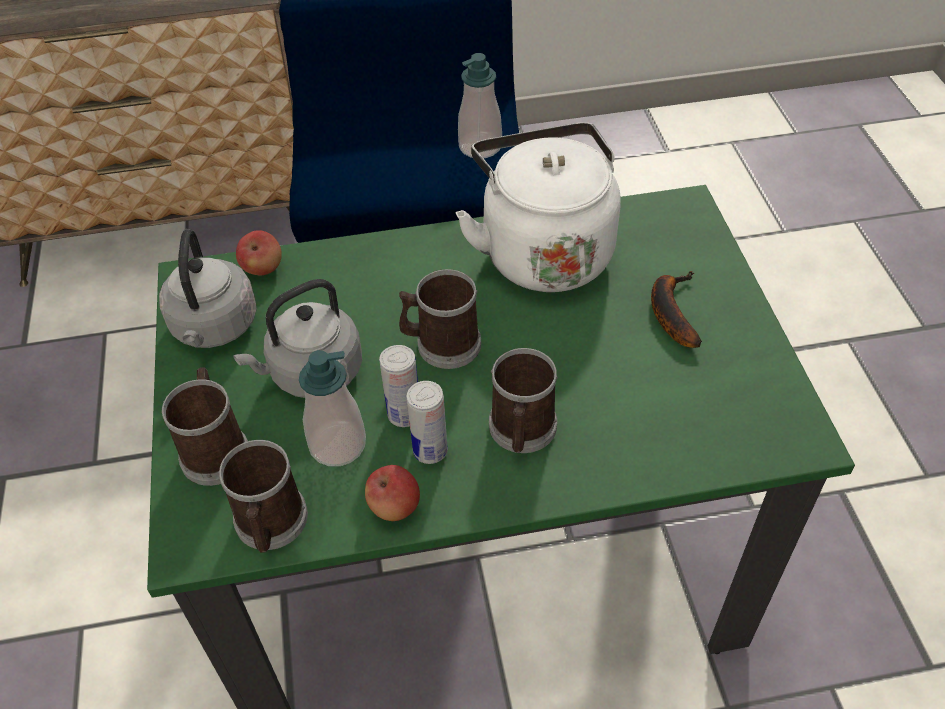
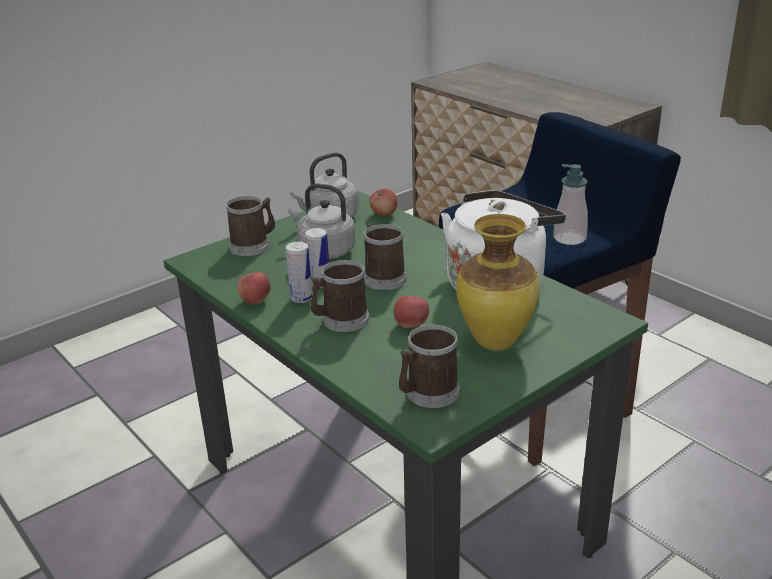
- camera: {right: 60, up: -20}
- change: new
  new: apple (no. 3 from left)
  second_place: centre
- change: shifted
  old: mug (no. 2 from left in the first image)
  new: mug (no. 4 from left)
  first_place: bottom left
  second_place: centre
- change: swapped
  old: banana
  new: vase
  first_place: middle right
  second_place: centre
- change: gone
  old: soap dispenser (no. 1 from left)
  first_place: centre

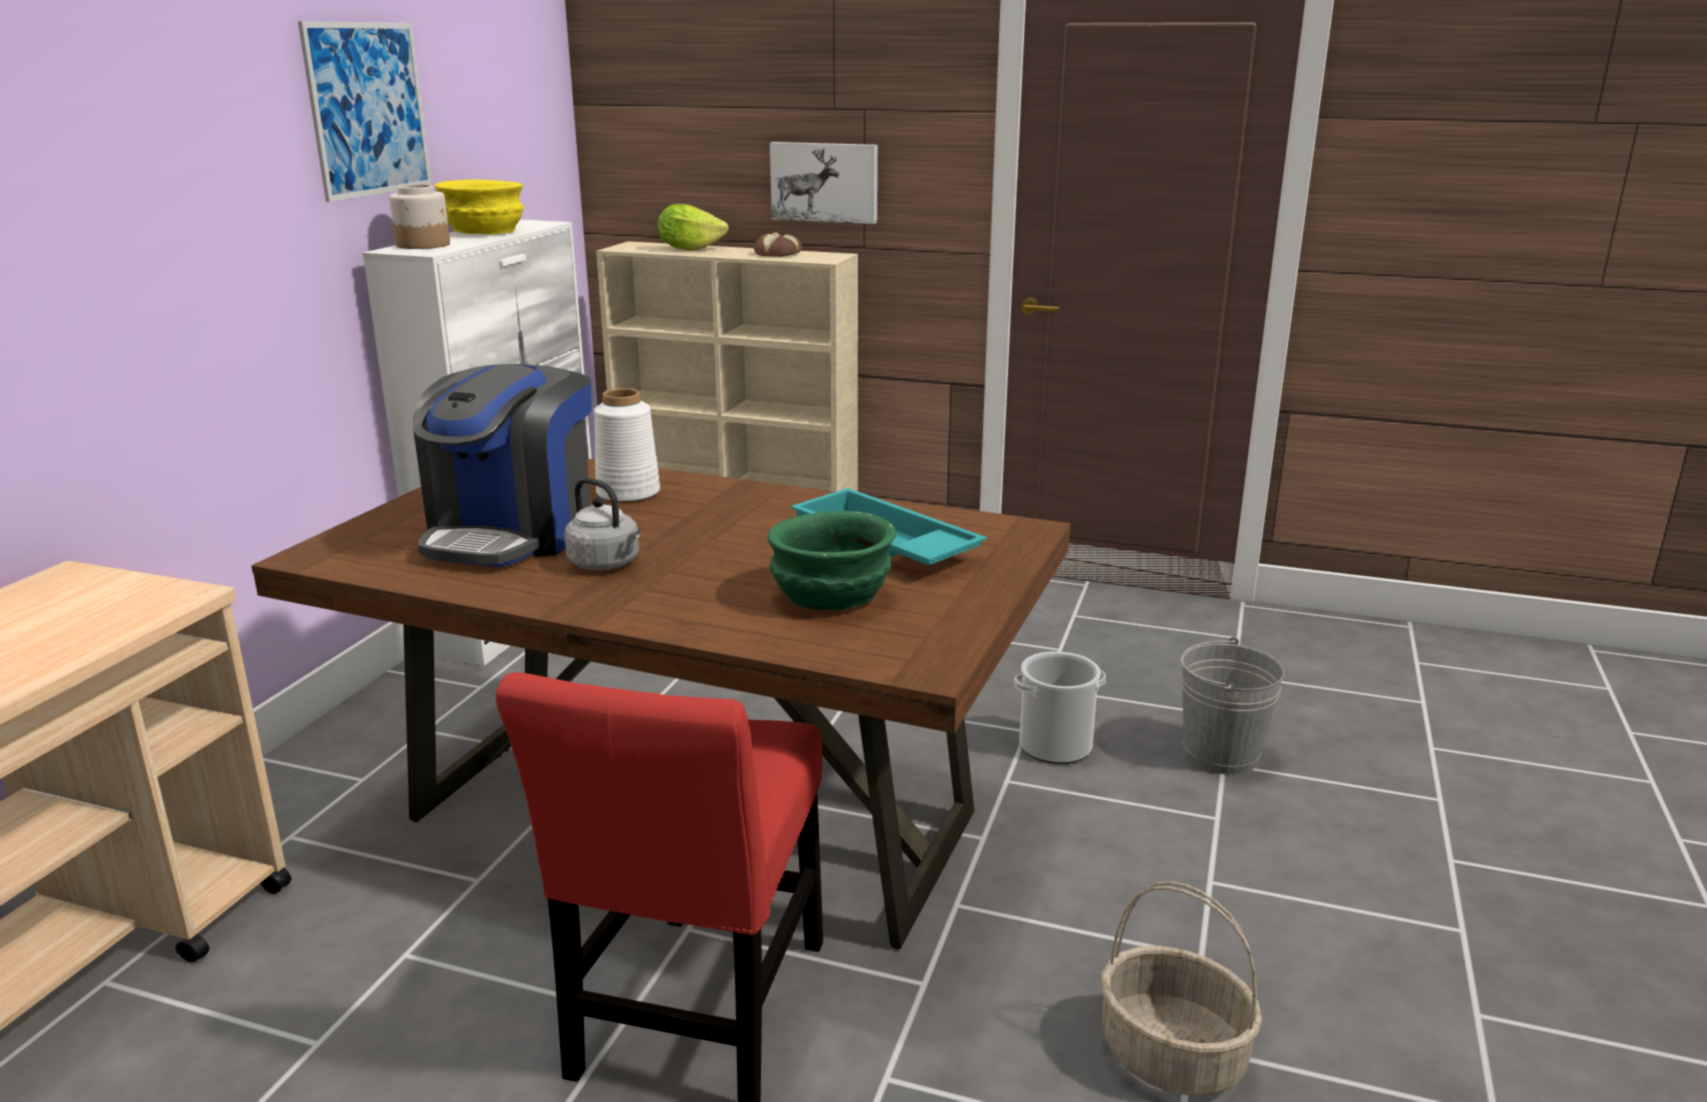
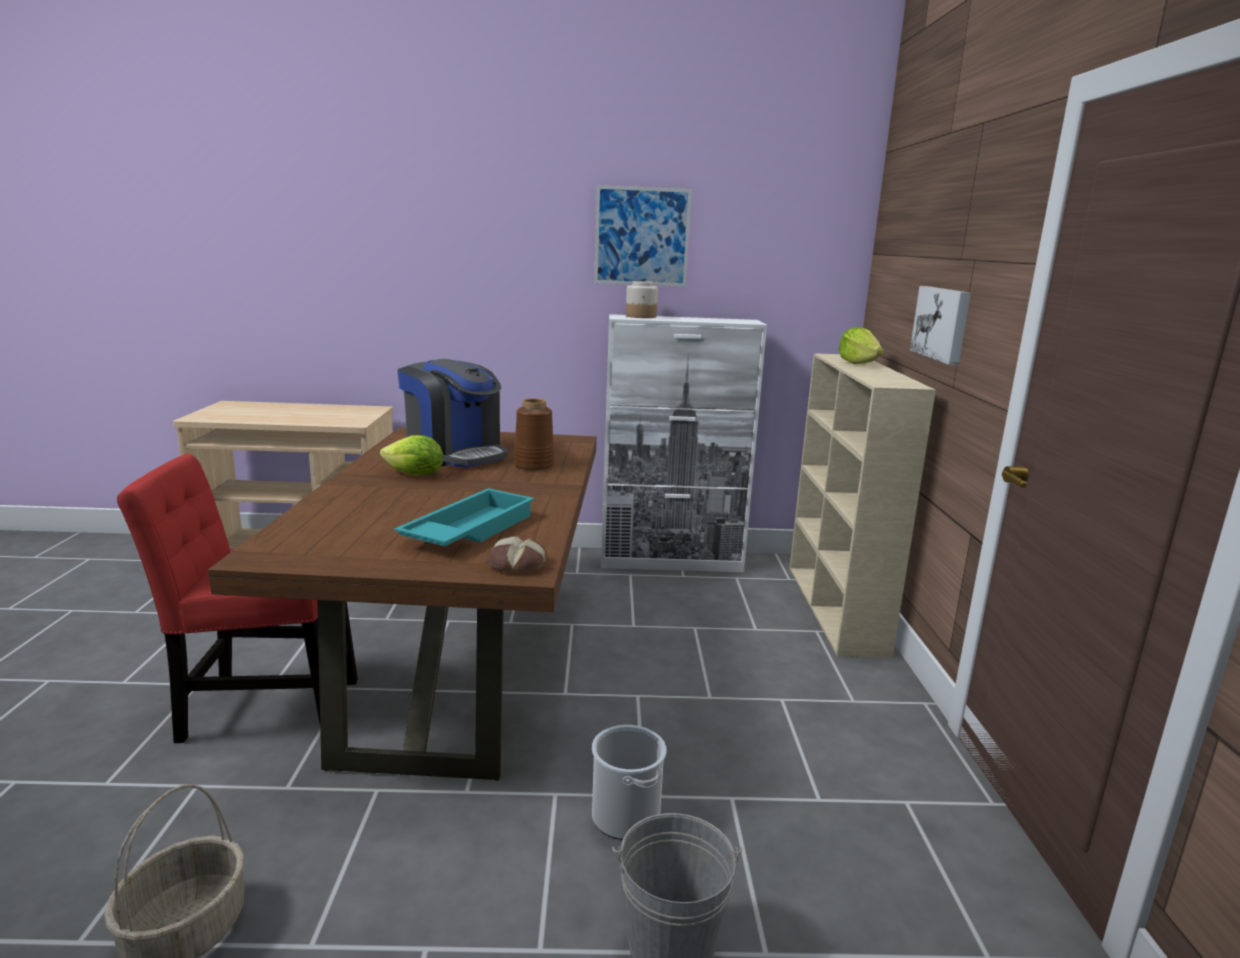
- camera: {right: 70, up: -5}
- change: swapped
  old: grey kettle
  new: lettuce (no. 1 from left)
  first_place: centre
  second_place: middle left
- change: rotated
  old: coffee machine
  first_place: middle left
  second_place: centre
  degrees: -135
- change: shifted
  old: bread
  first_place: top centre
  second_place: centre
- change: repainted
  old: white vase
  new: brown vase
  first_place: centre
  second_place: centre
- change: gone
  old: yellow bowl
  first_place: top left
- change: gone
  old: green bowl
  first_place: centre

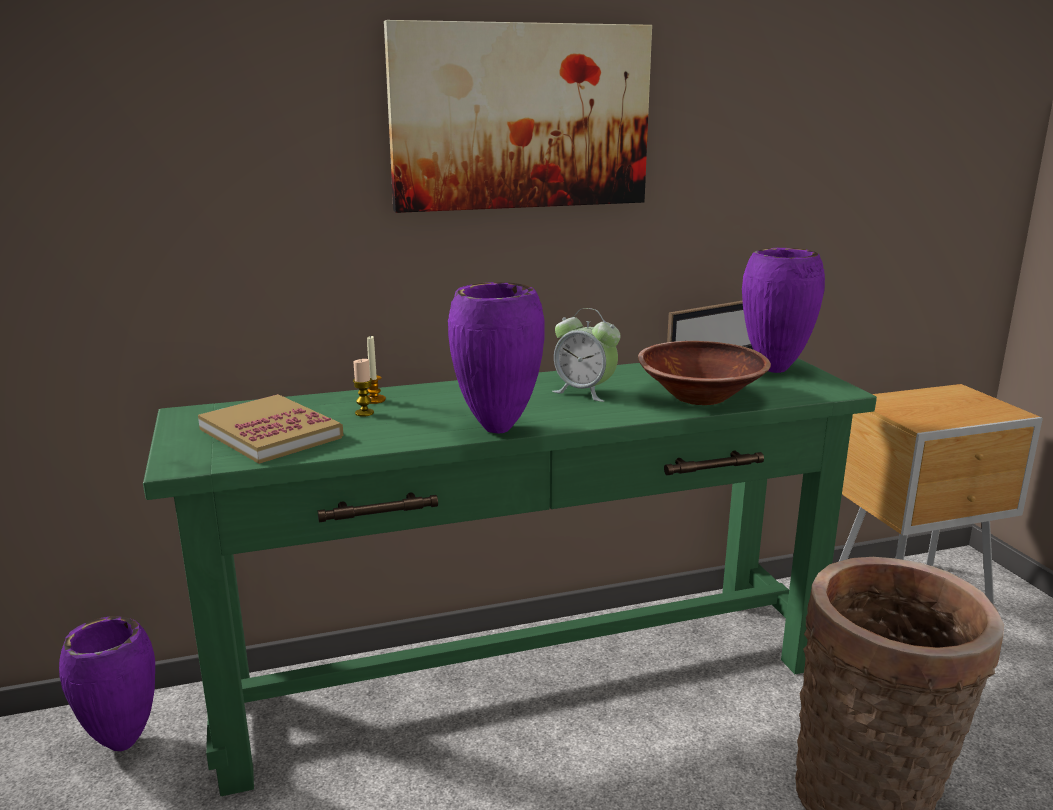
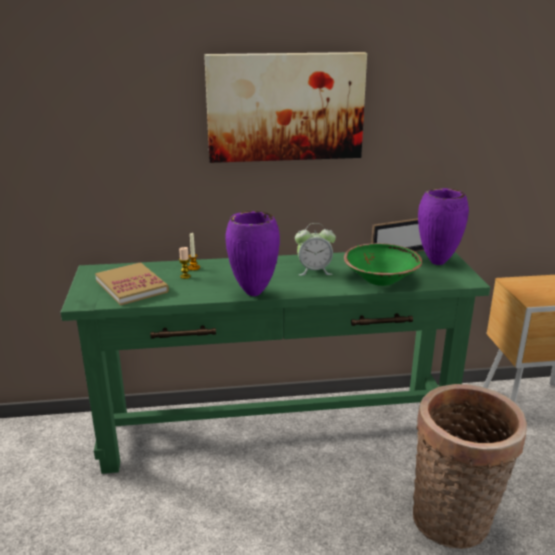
- camera: {right: 10, up: 5}
- change: rotated
  old: alarm clock
  first_place: centre
  second_place: centre
  degrees: -45
- change: repainted
  old: brown bowl
  new: green bowl
  first_place: middle right
  second_place: middle right
- change: gone
  old: purple vase (no. 1 from left)
  first_place: bottom left

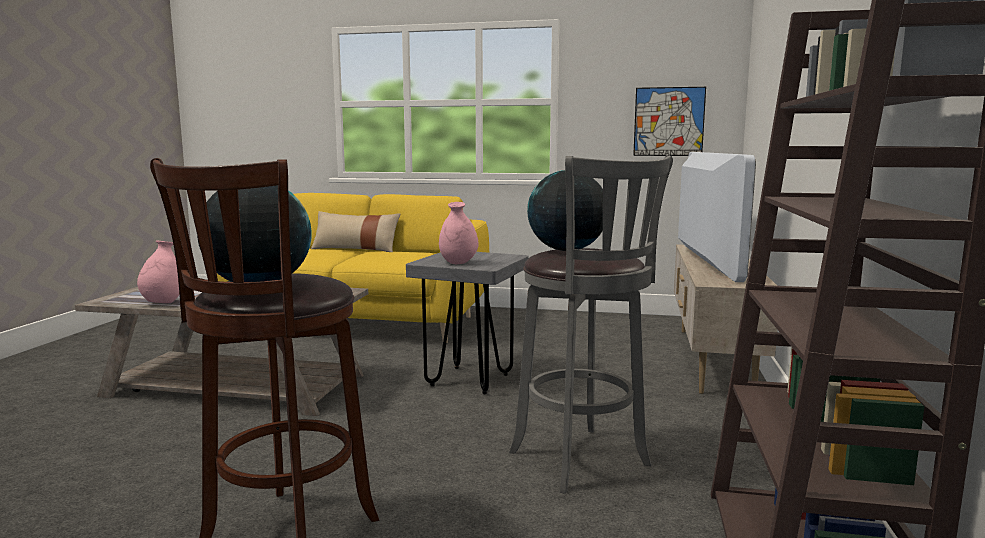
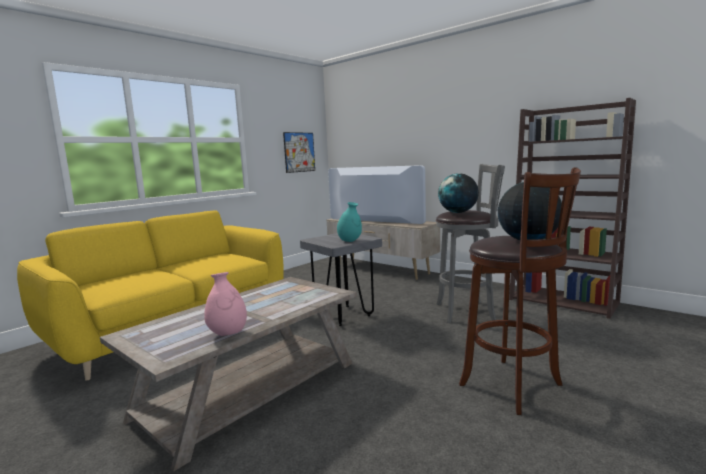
- camera: {right: -60, up: 0}
- change: repainted
  old: pink vase (no. 2 from left)
  new: turquoise vase
  first_place: centre
  second_place: centre
- change: gone
  old: beige pillow
  first_place: centre

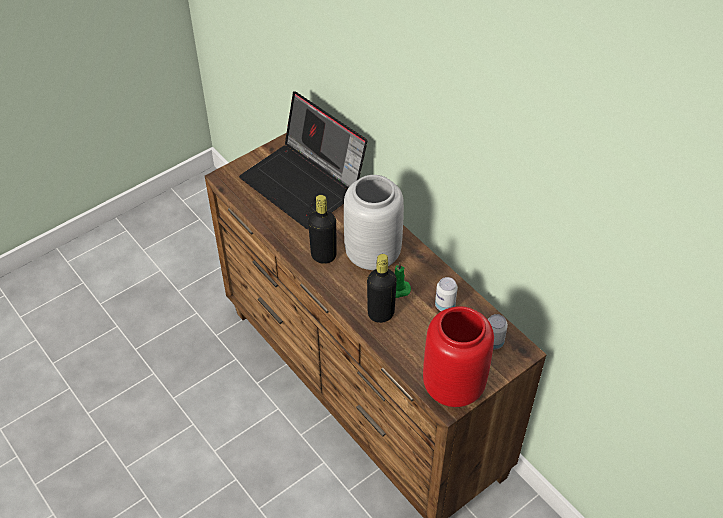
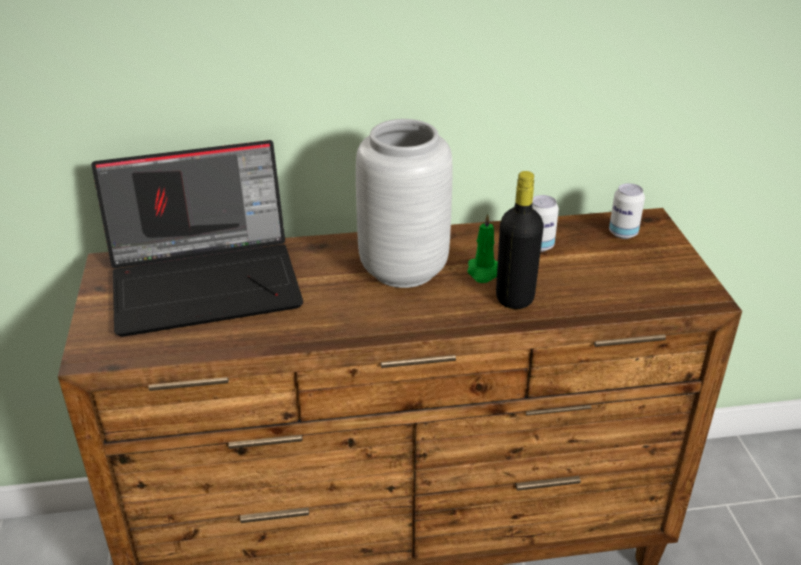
- camera: {right: -60, up: -15}
- change: gone
  old: black bottle (no. 1 from left)
  first_place: centre
- change: gone
  old: red vase
  first_place: bottom centre

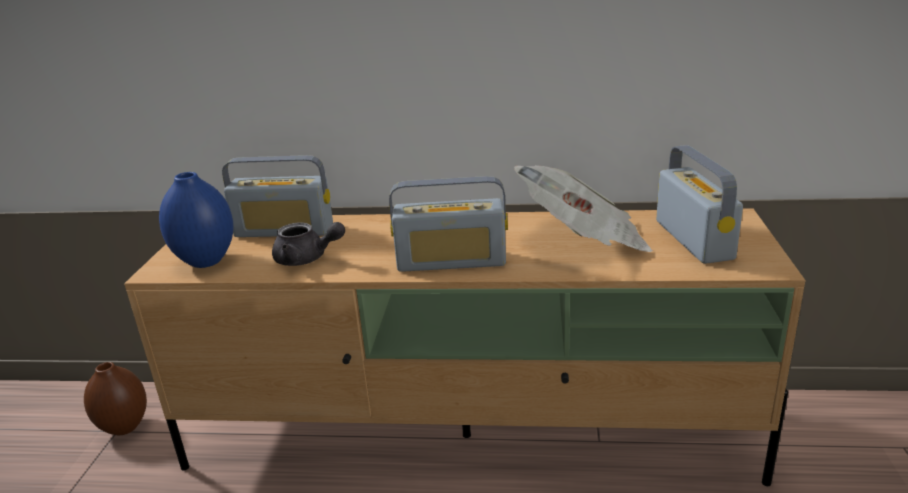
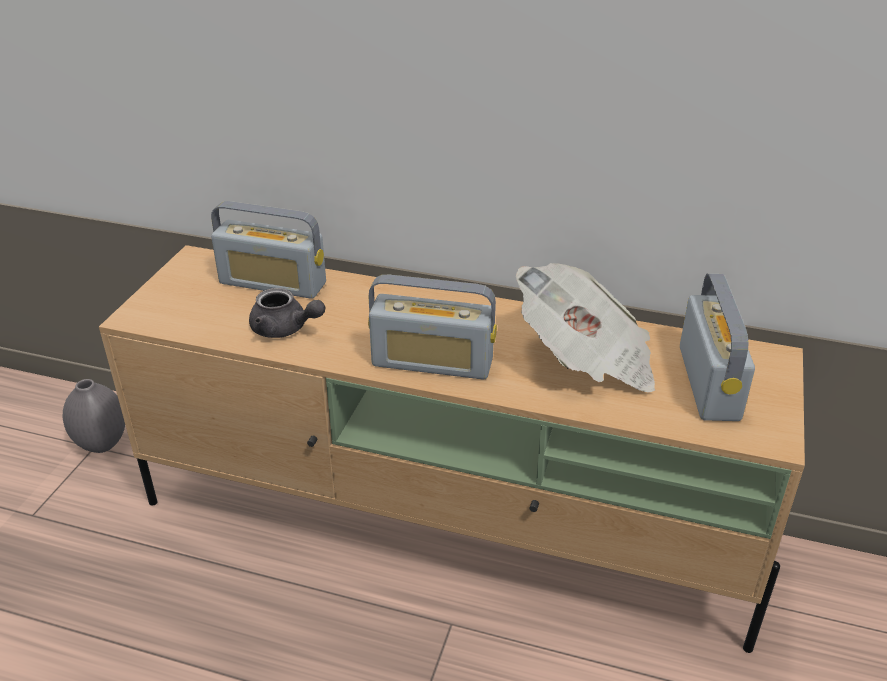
- camera: {right: 10, up: 10}
- change: repainted
  old: brown vase
  new: grey vase
  first_place: bottom left
  second_place: middle left
- change: gone
  old: blue vase
  first_place: middle left

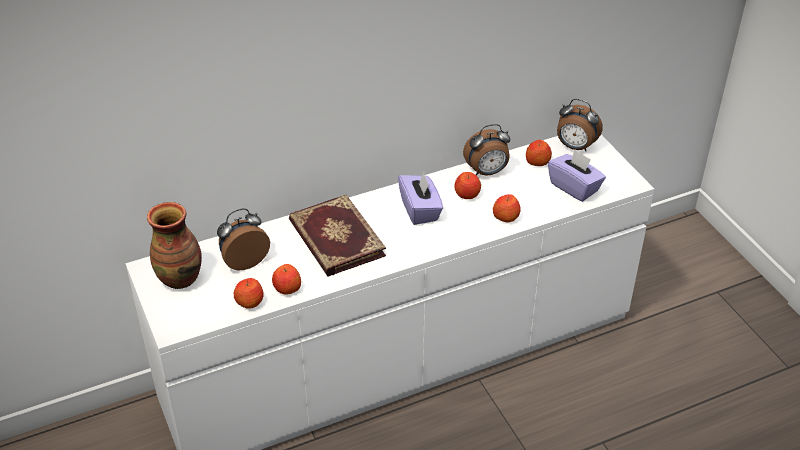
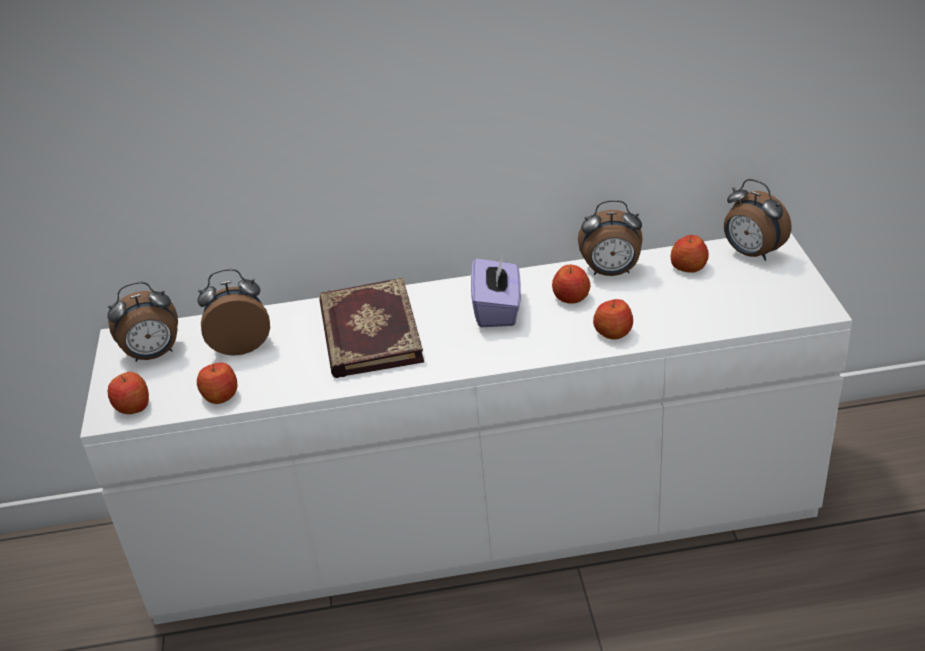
- camera: {right: 20, up: -5}
- change: swapped
  old: vase
  new: alarm clock (no. 1 from left)
  first_place: middle left
  second_place: middle left
- change: shifted
  old: apple (no. 2 from left in the first image)
  new: apple (no. 1 from left)
  first_place: centre
  second_place: middle left
- change: gone
  old: purple tissue box (no. 2 from left)
  first_place: middle right

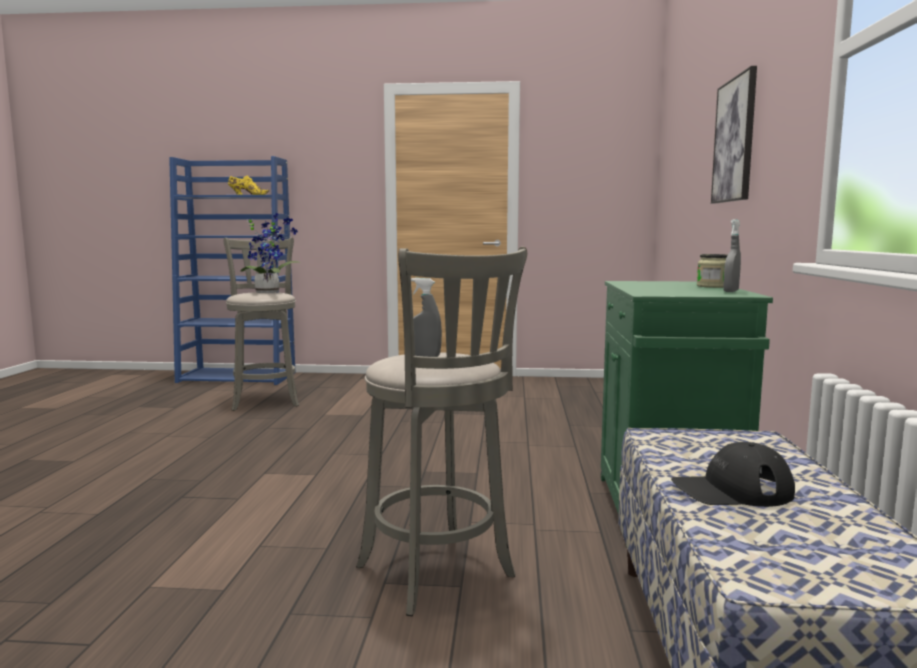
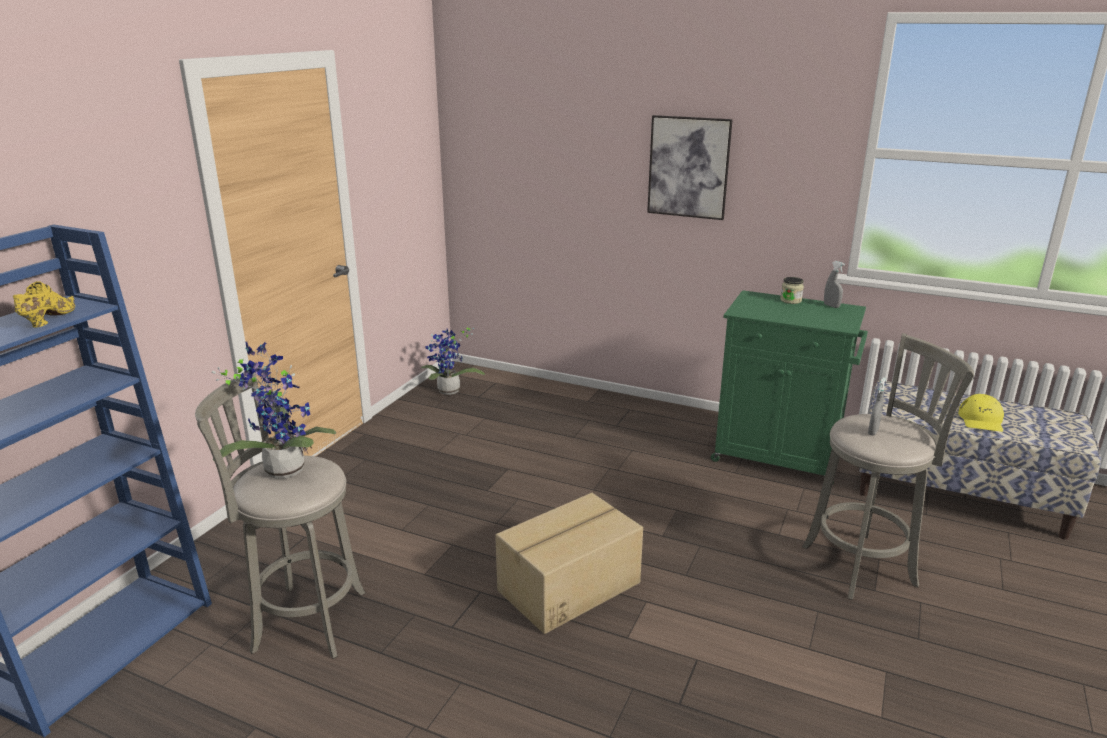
- camera: {right: -70, up: 15}
- change: new
  new: potted plant (no. 2 from left)
  second_place: centre
- change: new
  new: cardboard box
  second_place: bottom centre
- change: repainted
  old: black cap
  new: yellow cap
  first_place: bottom right
  second_place: middle right

